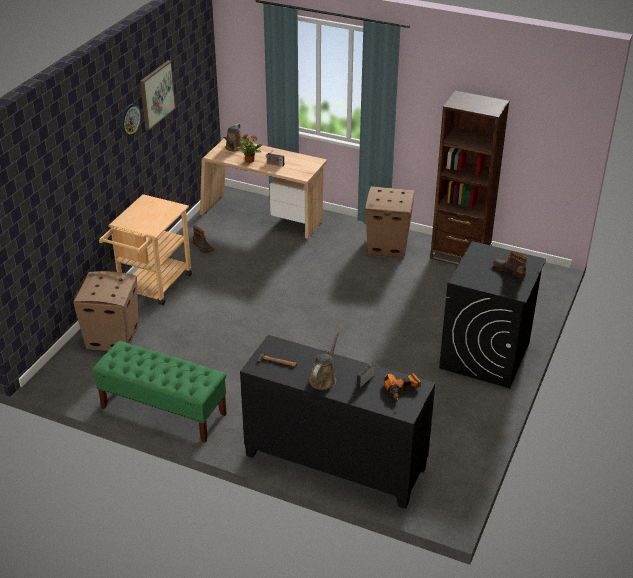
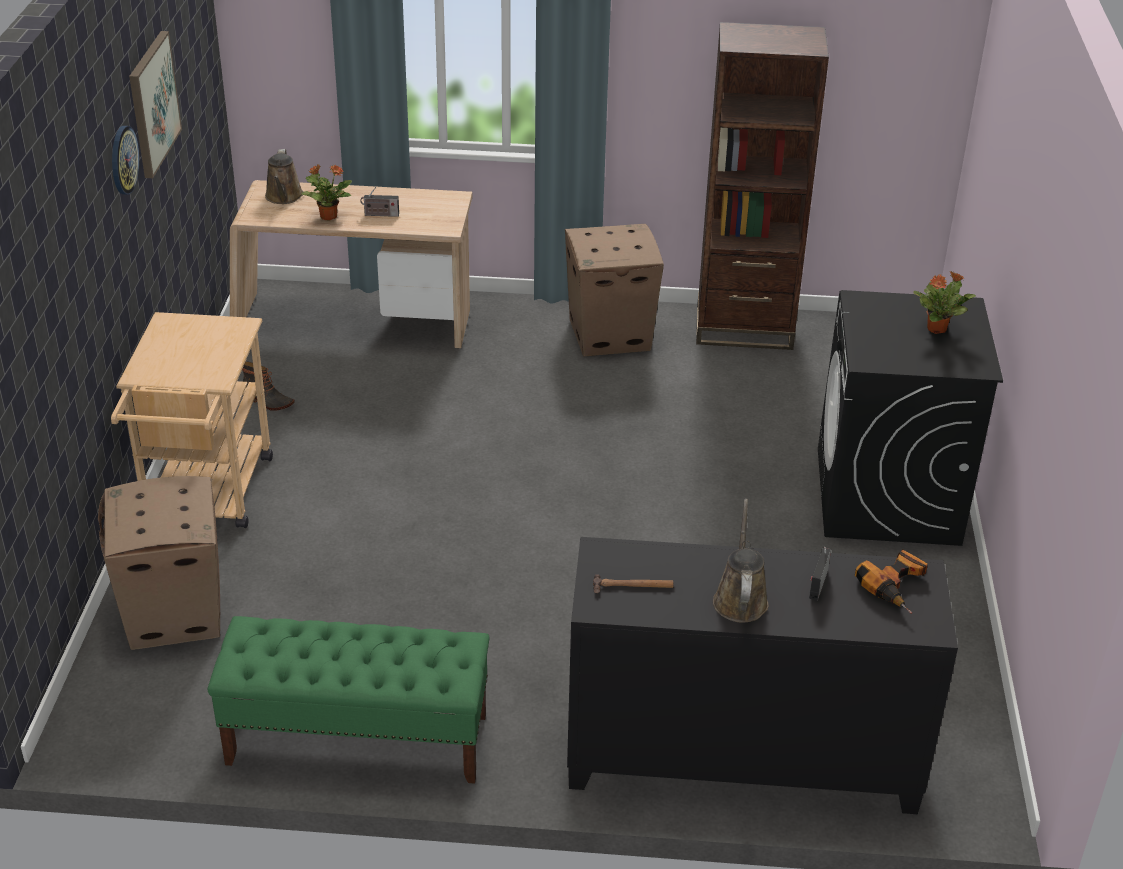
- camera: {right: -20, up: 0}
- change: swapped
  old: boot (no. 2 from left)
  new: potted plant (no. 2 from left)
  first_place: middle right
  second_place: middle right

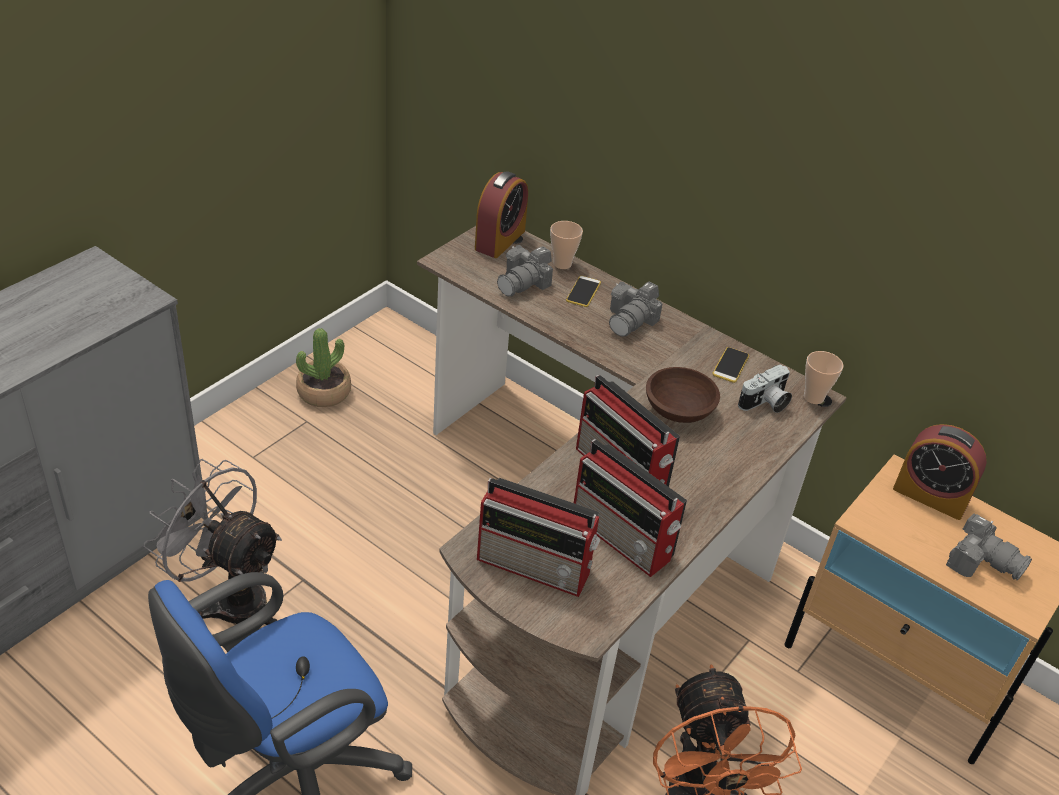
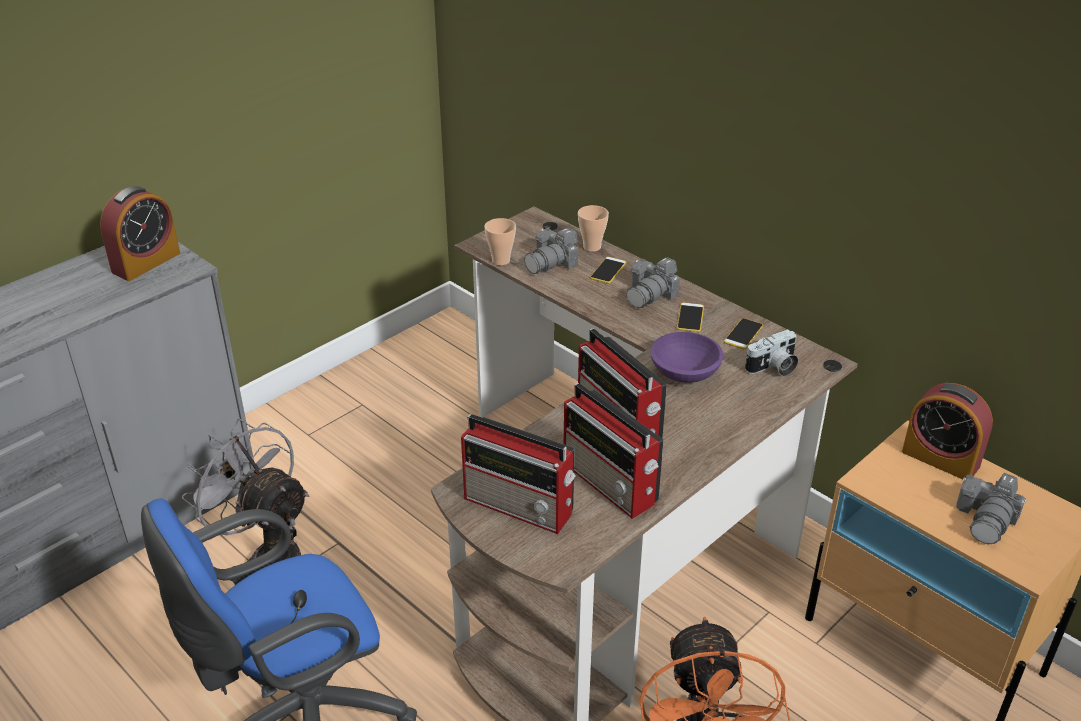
- camera: {right: 10, up: -5}
- change: shifted
  old: alarm clock (no. 1 from left)
  first_place: top centre
  second_place: top left
- change: shifted
  old: cup (no. 2 from left in the first image)
  new: cup (no. 1 from left)
  first_place: middle right
  second_place: centre
- change: repainted
  old: brown bowl
  new: purple bowl
  first_place: centre
  second_place: centre
- change: new
  new: phone (no. 2 from left)
  second_place: centre
- change: rotated
  old: photo camera (no. 4 from left)
  first_place: bottom right
  second_place: bottom right
  degrees: 75
- change: gone
  old: potted plant
  first_place: middle left

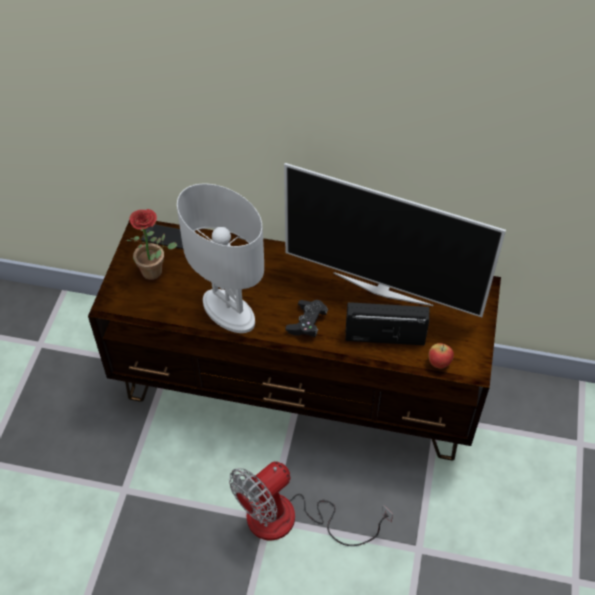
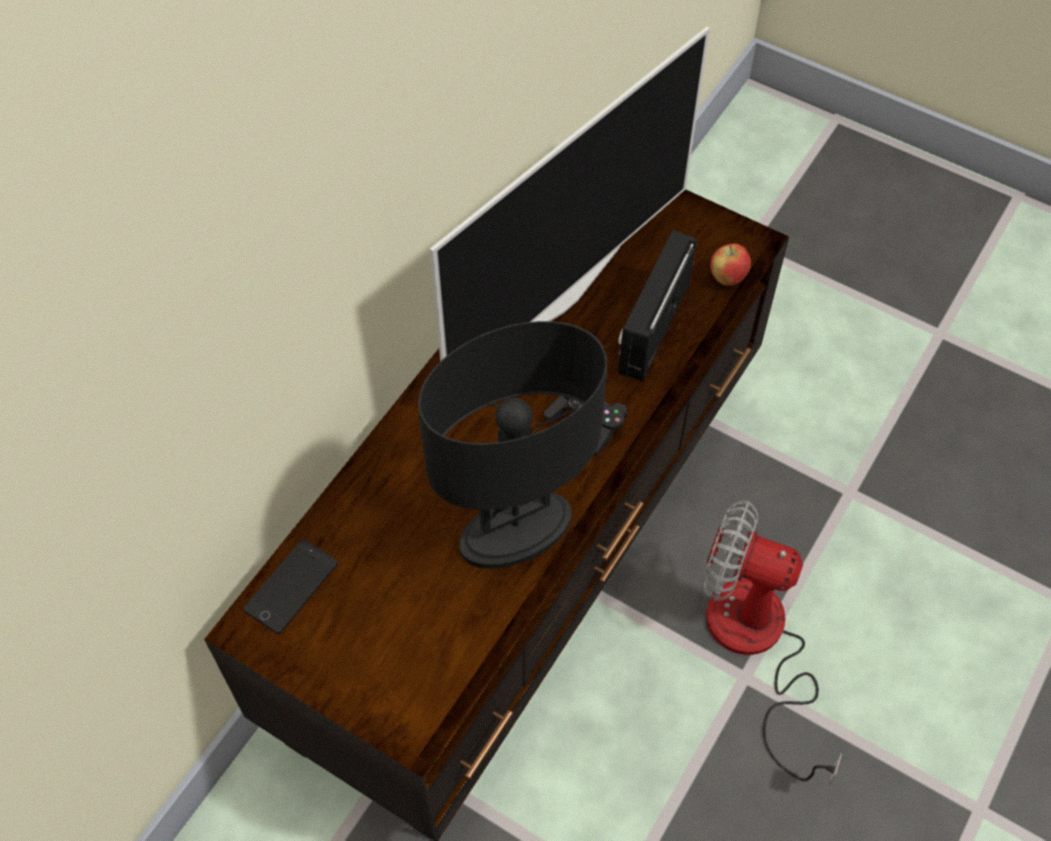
- camera: {right: -70, up: 5}
- change: repainted
  old: white table lamp
  new: black table lamp
  first_place: centre
  second_place: centre
- change: rotated
  old: fan
  first_place: bottom centre
  second_place: bottom right
  degrees: 135
- change: gone
  old: potted plant
  first_place: middle left

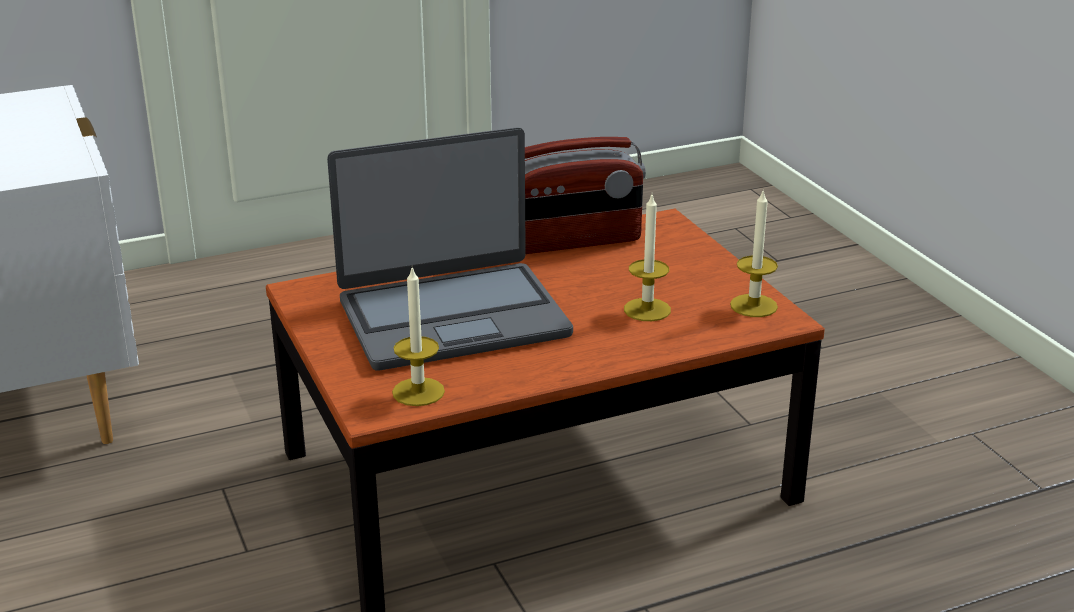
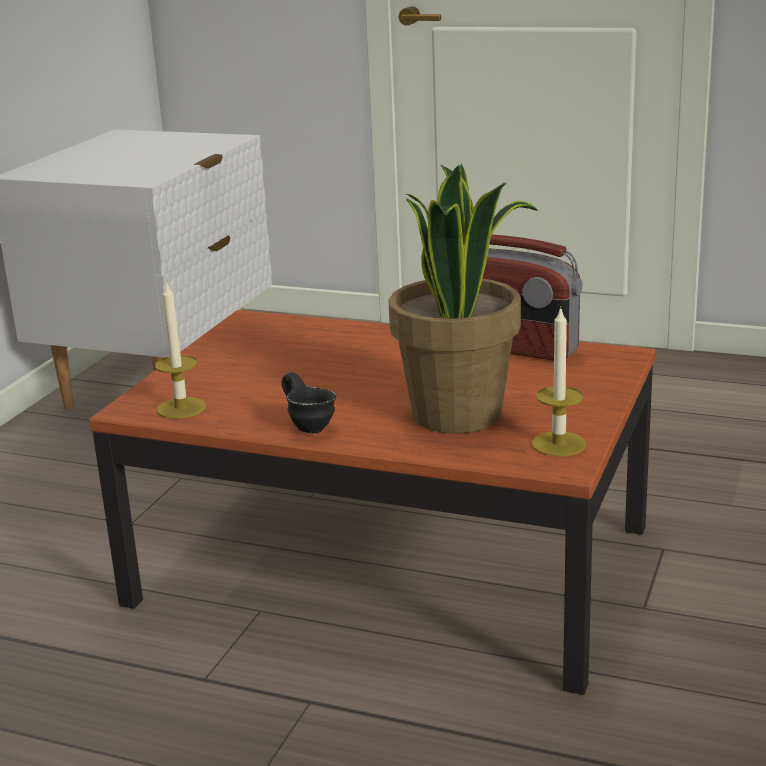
- camera: {right: 45, up: -5}
- change: new
  new: black mug
  second_place: centre
- change: swapped
  old: candle (no. 2 from left)
  new: potted plant
  first_place: centre
  second_place: centre
- change: gone
  old: laptop
  first_place: centre

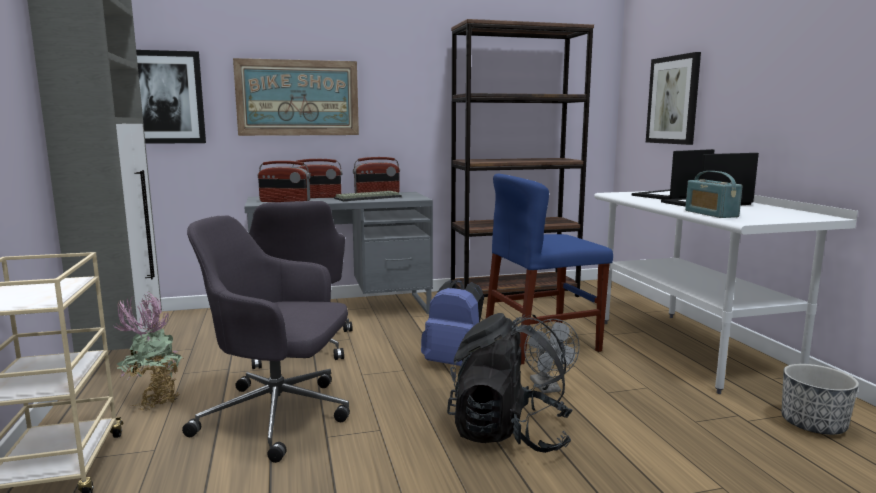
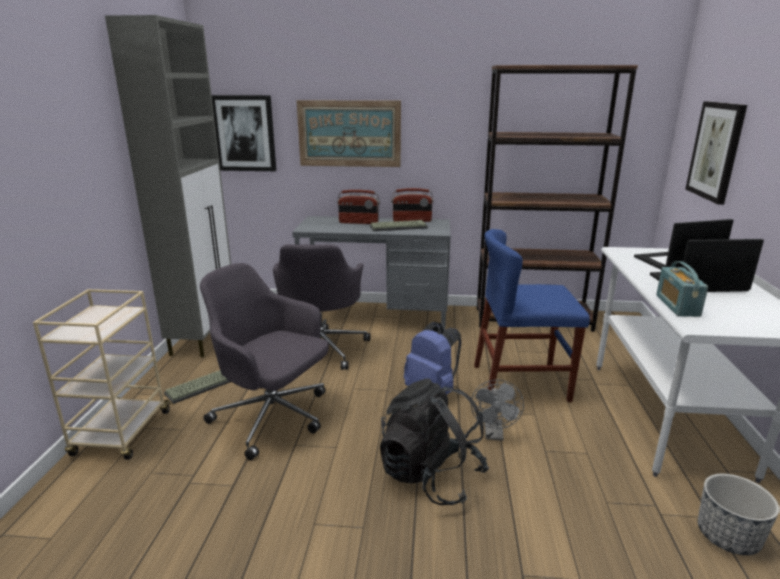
- camera: {right: 20, up: 10}
- change: swapped
  old: potted plant
  new: keyboard (no. 1 from left)
  first_place: bottom left
  second_place: bottom left
- change: gone
  old: radio (no. 1 from left)
  first_place: middle left

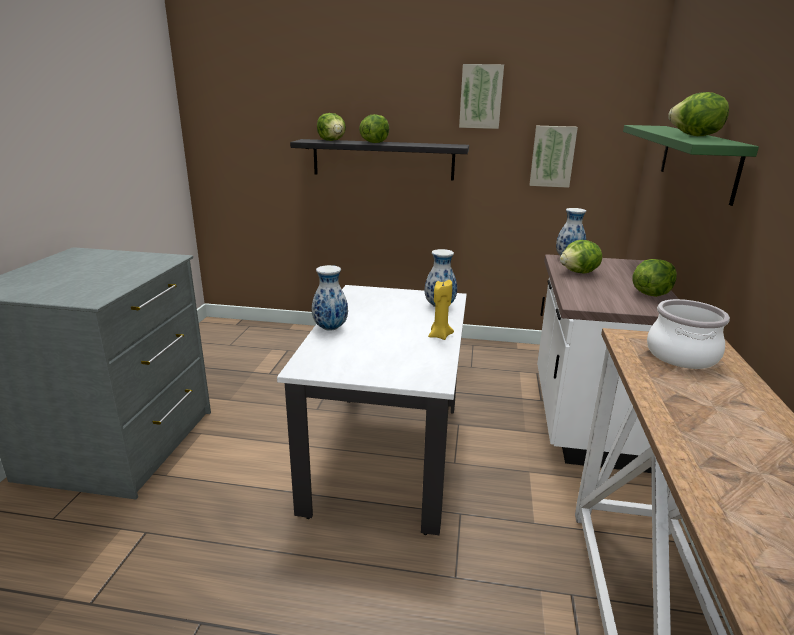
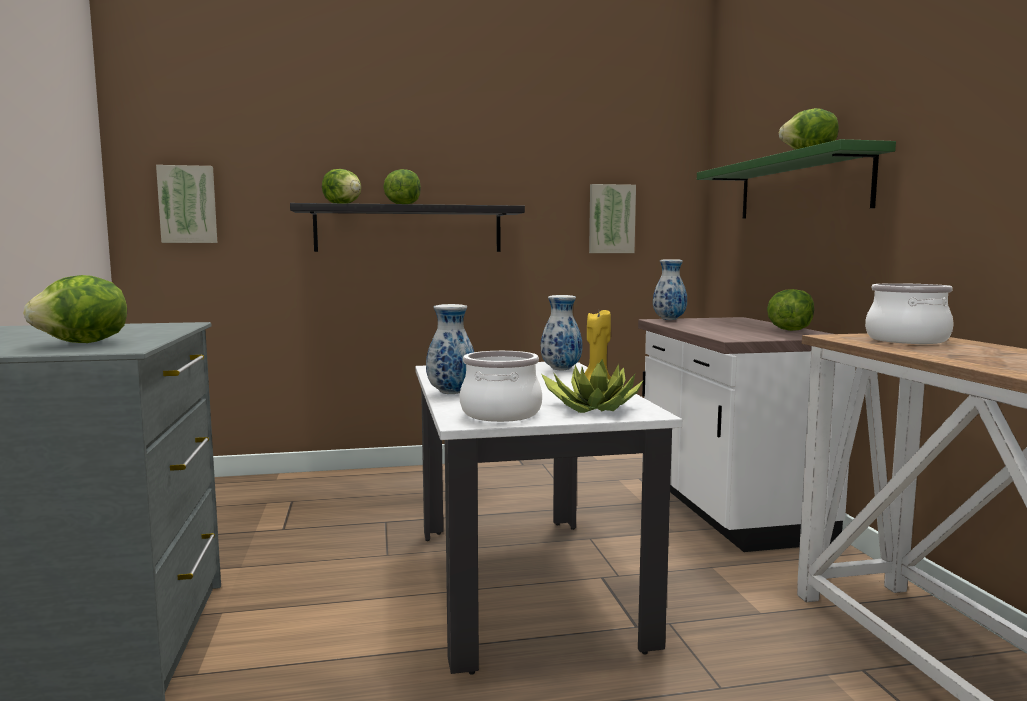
- camera: {right: -20, up: -15}
- change: shifted
  old: lettuce (no. 3 from left in the first image)
  new: lettuce (no. 1 from left)
  first_place: middle right
  second_place: middle left
- change: shifted
  old: picture (no. 1 from left)
  first_place: top centre
  second_place: top left
- change: new
  new: cooking pot (no. 1 from left)
  second_place: centre
- change: new
  new: potted plant
  second_place: centre

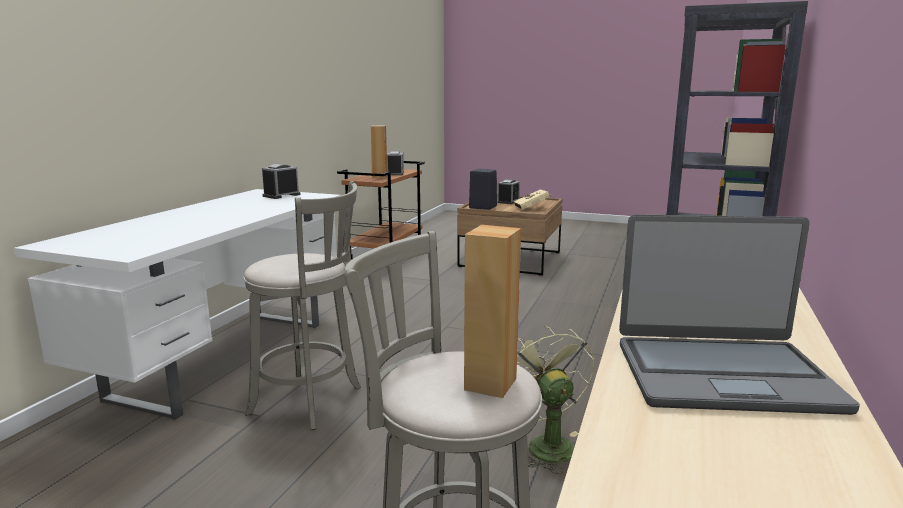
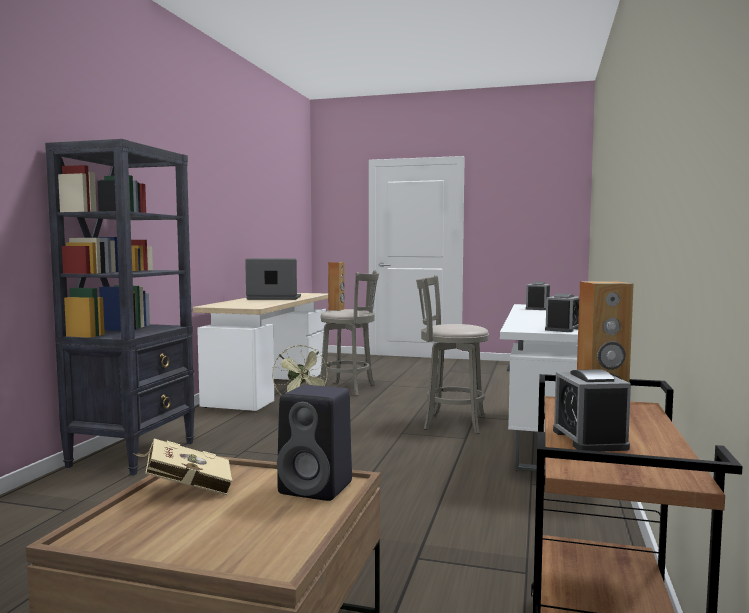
- camera: {right: 175, up: -10}
- change: shifted
  old: alarm clock (no. 3 from left in the first image)
  new: alarm clock (no. 1 from left)
  first_place: centre
  second_place: middle right

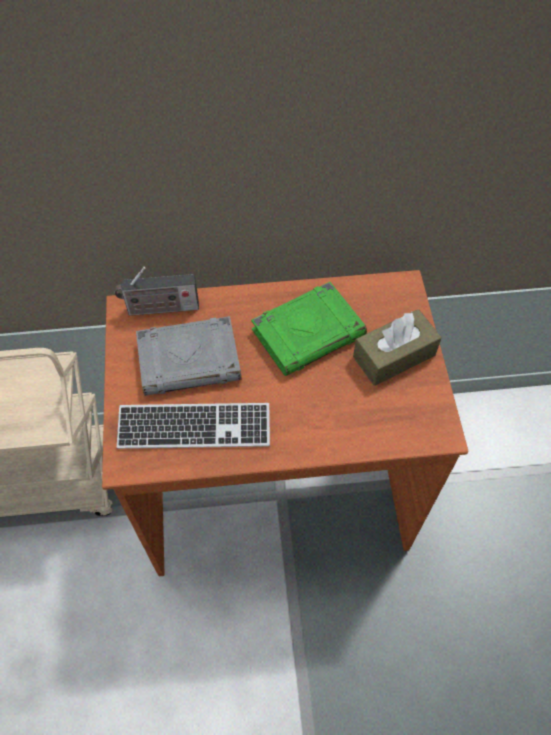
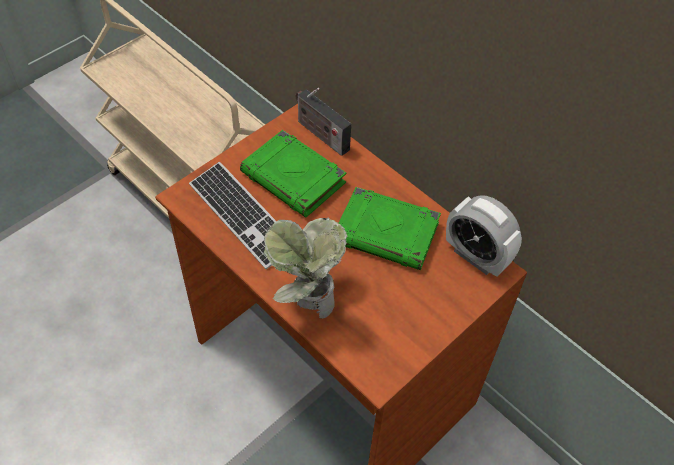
- camera: {right: 50, up: -5}
- change: repainted
  old: grey book
  new: green book (no. 1 from left)
  first_place: centre
  second_place: centre
- change: new
  new: potted plant
  second_place: centre
- change: new
  new: alarm clock
  second_place: middle right
- change: gone
  old: brown tissue box
  first_place: middle right

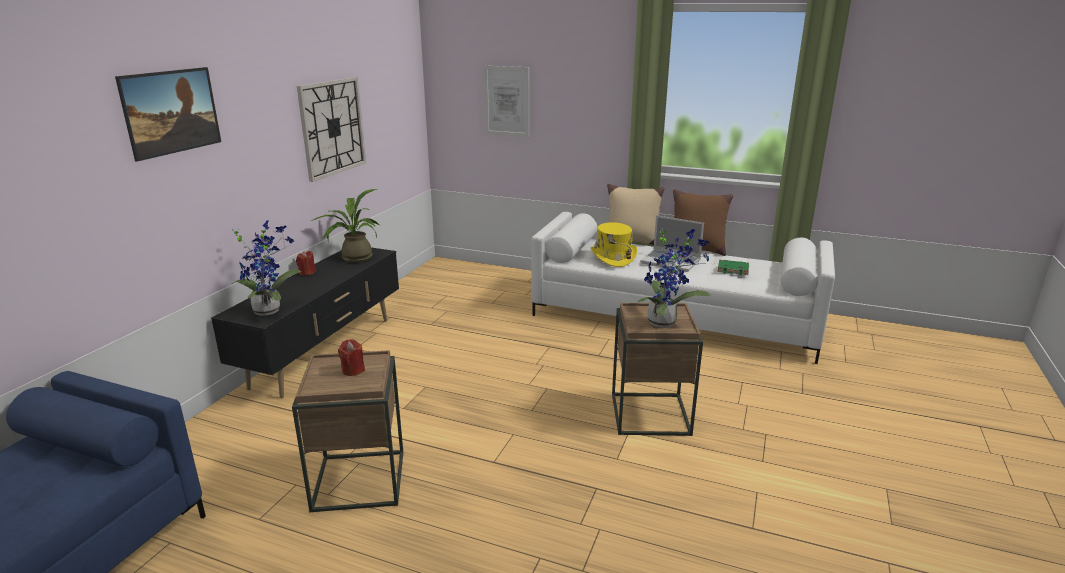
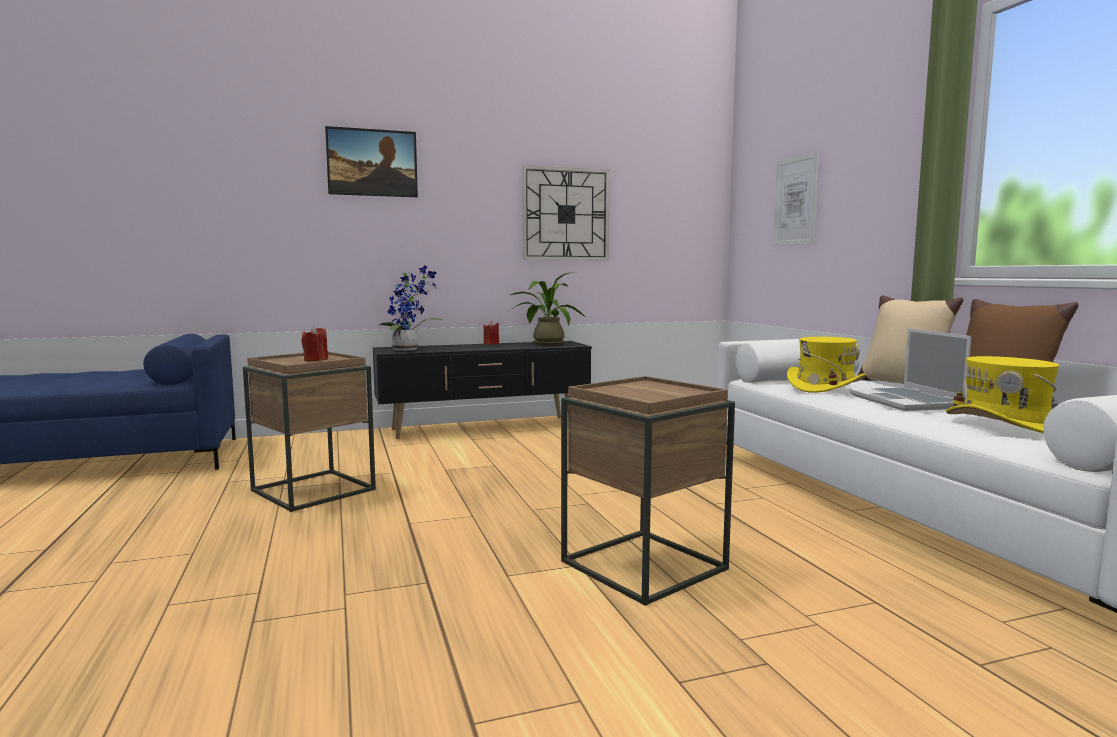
- camera: {right: 50, up: -15}
- change: swapped
  old: green book
  new: yellow hat (no. 2 from left)
  first_place: middle right
  second_place: middle right
- change: gone
  old: potted plant (no. 3 from left)
  first_place: centre

